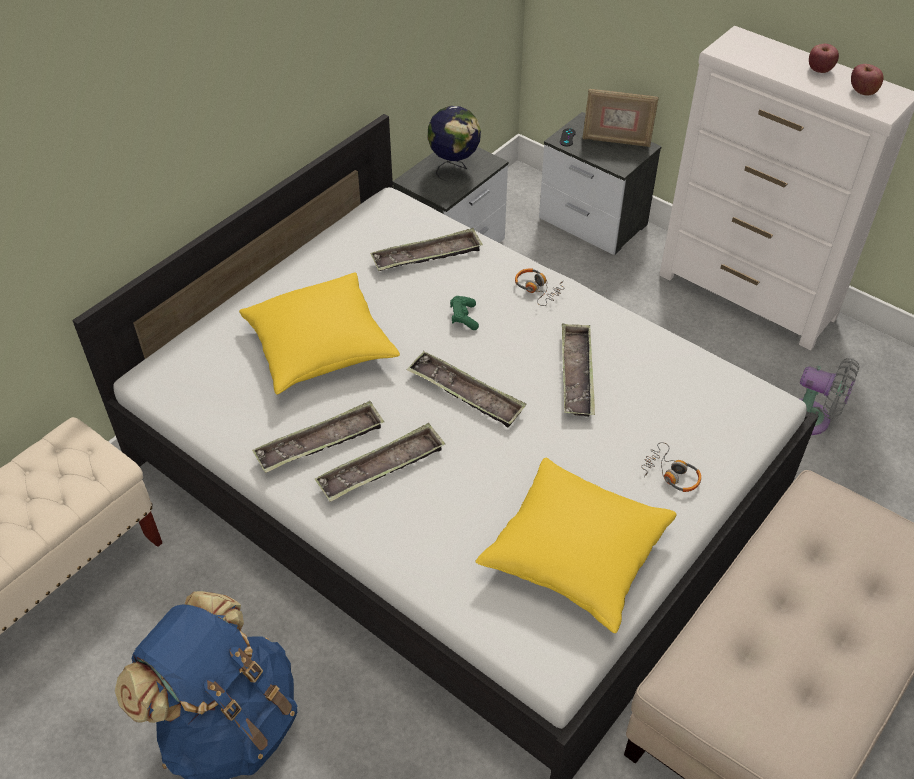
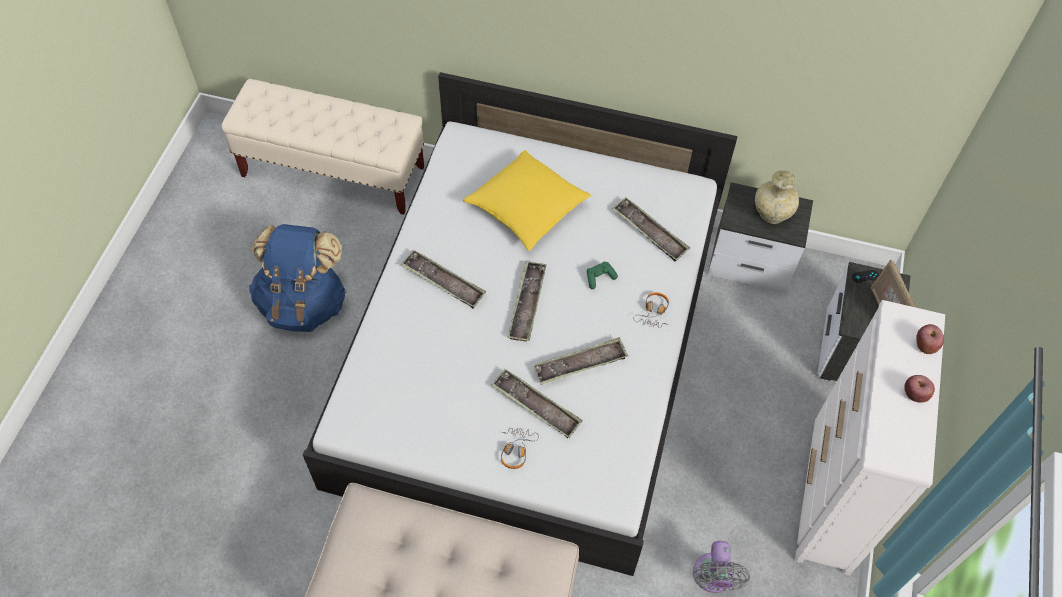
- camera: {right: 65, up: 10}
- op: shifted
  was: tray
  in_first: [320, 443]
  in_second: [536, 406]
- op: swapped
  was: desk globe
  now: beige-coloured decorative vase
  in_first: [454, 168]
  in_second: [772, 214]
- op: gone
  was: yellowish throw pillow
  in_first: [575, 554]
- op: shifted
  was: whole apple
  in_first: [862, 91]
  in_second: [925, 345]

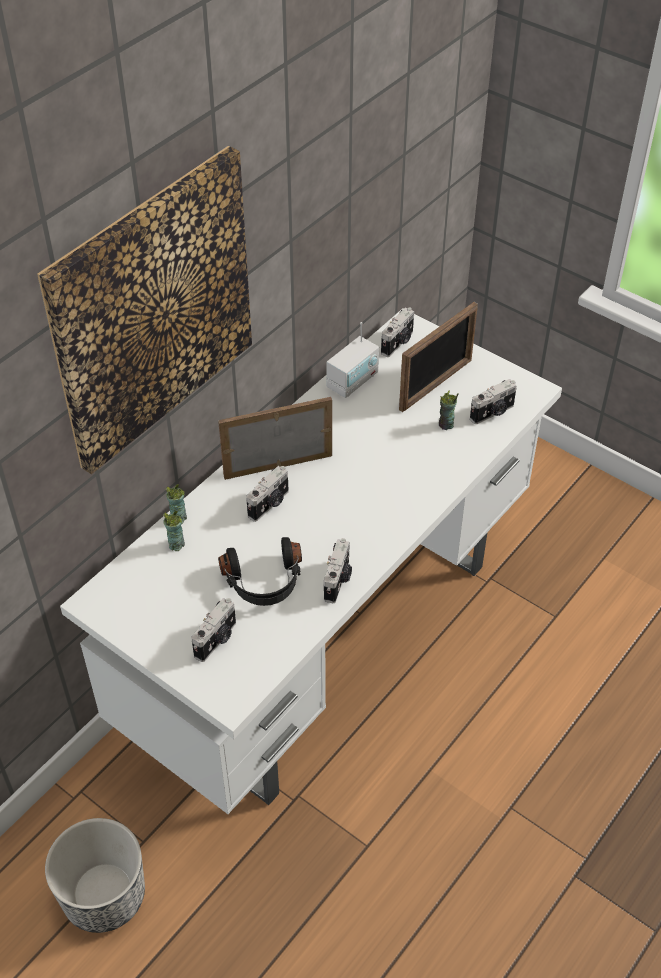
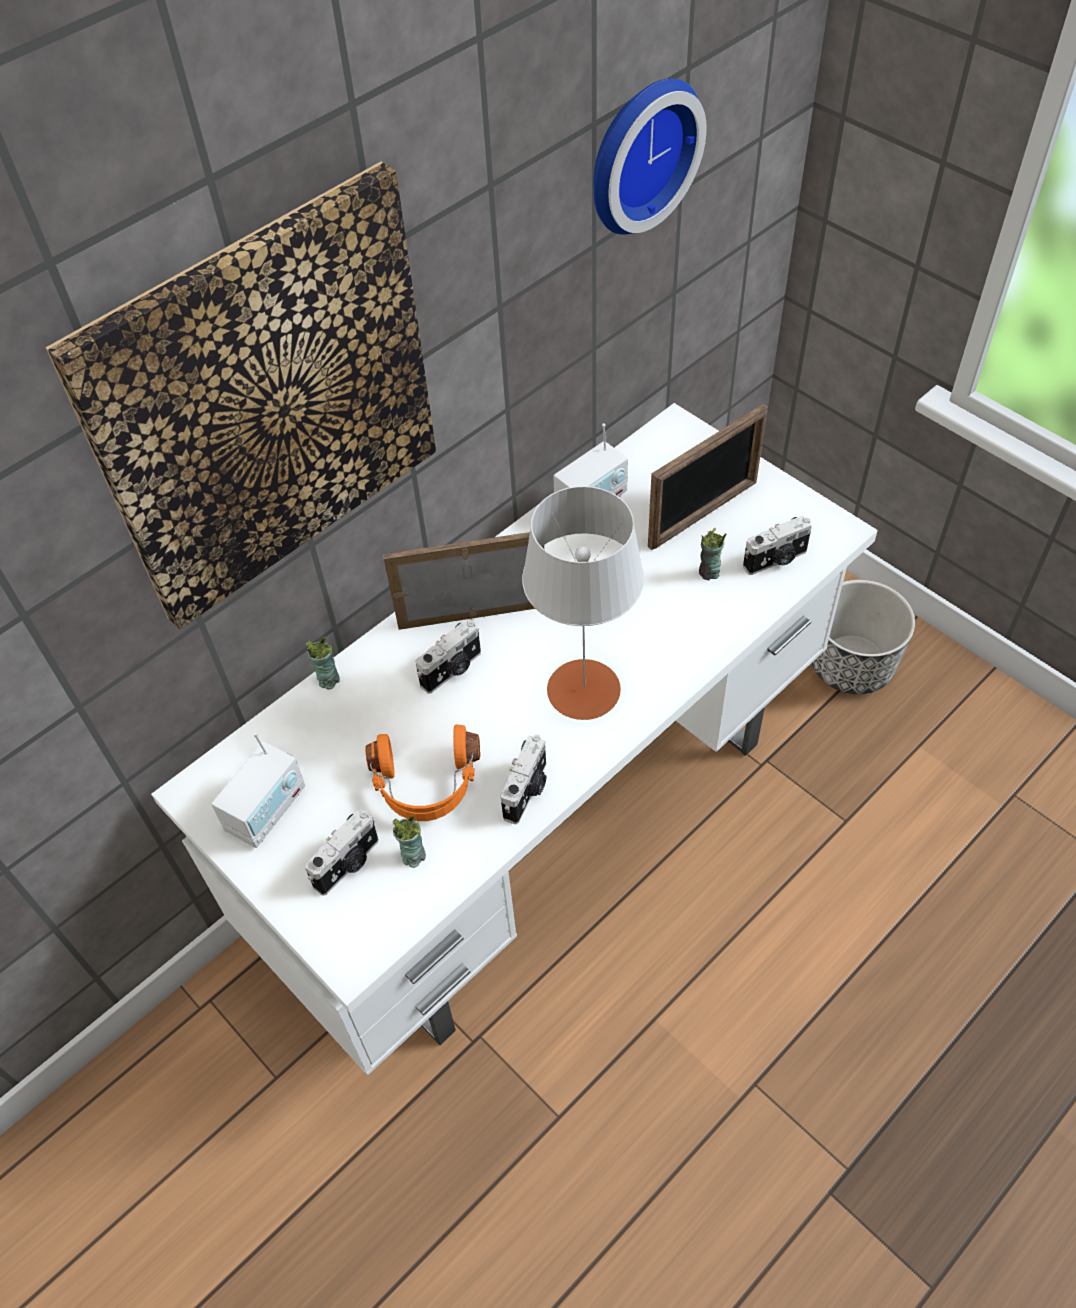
- camera: {right: 10, up: 5}
- op: shifted
  was: planter
  in_first: [103, 895]
  in_second: [850, 664]
- op: shifted
  was: cup
  in_first: [176, 544]
  in_second: [413, 855]
- op: repainted
  was: black headset
  now: orangey headset
  in_first: [264, 582]
  in_second: [426, 784]
- op: gone
  was: still camera
  in_first: [398, 343]
- op: new
  now: radio receiver
  in_second: [267, 810]
- op: new
  now: grey tabletop lamp
  in_second: [584, 689]
- op: new
  now: clock on the wall
  in_second: [638, 153]

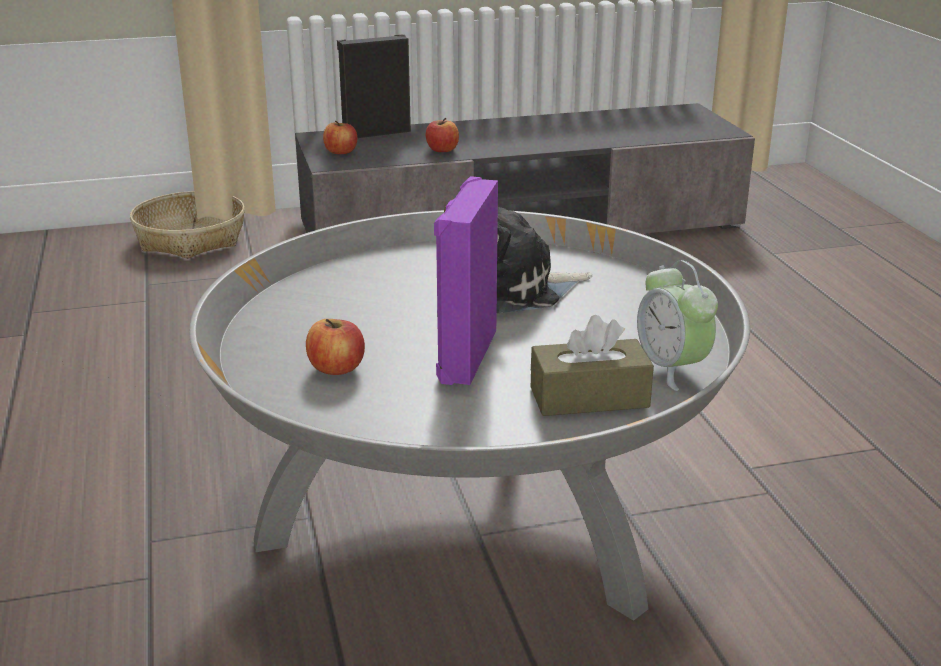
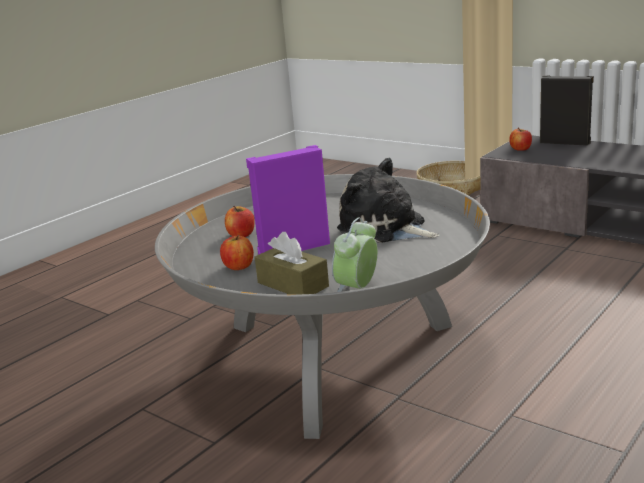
- camera: {right: 55, up: -5}
- op: shifted
  was: whole apple
  in_first: [442, 150]
  in_second: [238, 266]

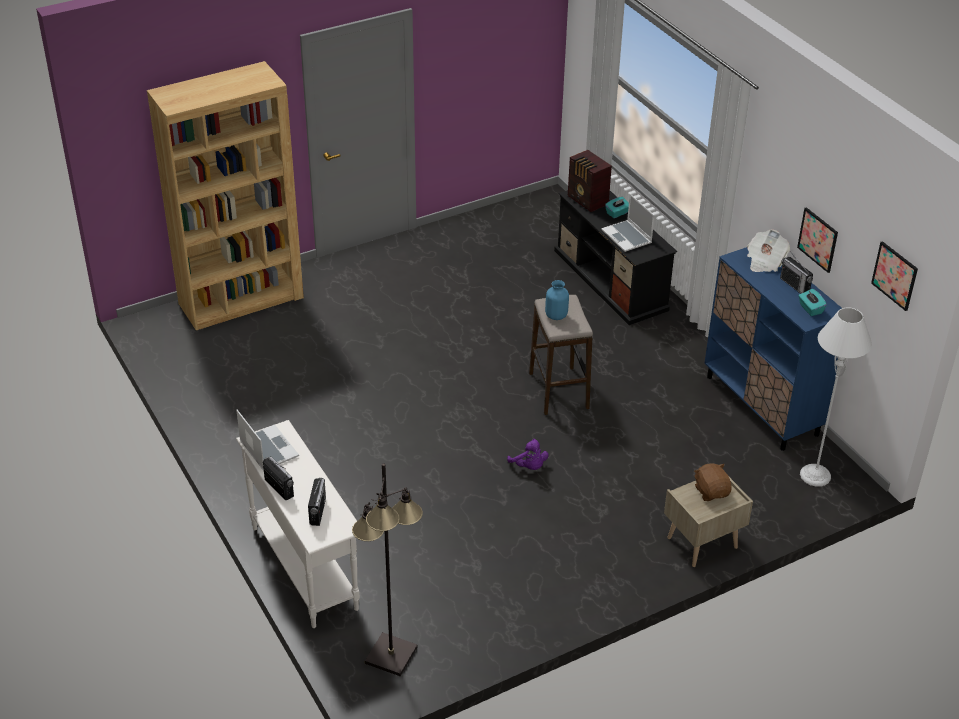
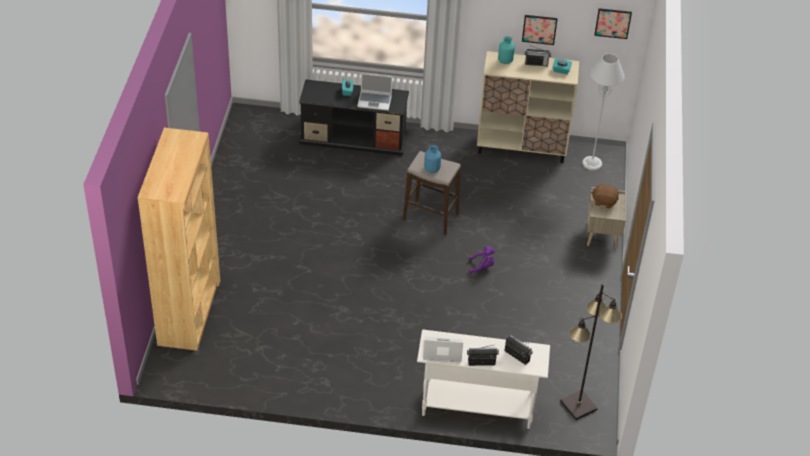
- camera: {right: -55, up: 5}
- op: gone
  was: radio receiver
  in_first: [587, 201]
- op: repainted
  was: blue-coloured cupboard
  now: beige-coloured cupboard
  in_first: [762, 406]
  in_second: [522, 148]
- op: swapped
  was: printed paper
  now: blue-green decorative vase
  in_first: [765, 261]
  in_second: [505, 61]

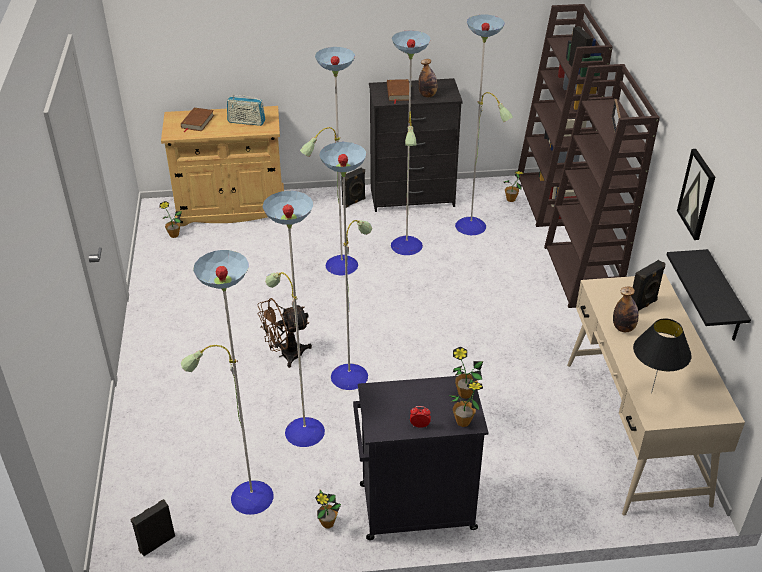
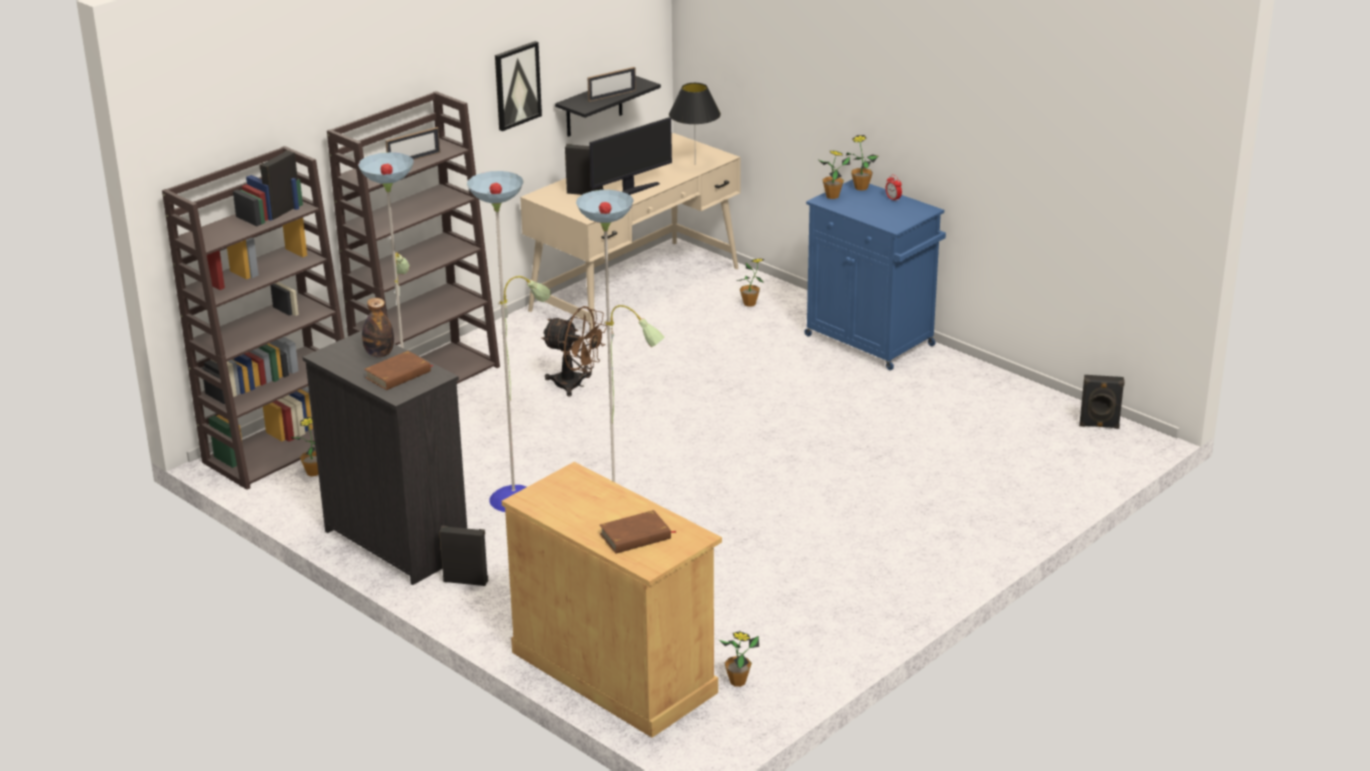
- camera: {right: -130, up: -10}
- op: gone
  was: floor lamp
  in_first: [302, 430]
- op: gone
  was: radio receiver
  in_first: [246, 122]
- op: shifted
  was: brownish electric fan
  in_first: [285, 355]
  in_second: [575, 385]
- op: shifted
  was: potted plant
  in_first: [327, 523]
  in_second: [749, 303]
- op: repainted
  was: black cupboard
  now: blue-coloured cupboard
  in_first: [414, 507]
  in_second: [871, 341]
- op: swapped
  was: drink bottle
  now: computer screen
  in_first: [623, 328]
  in_second: [630, 191]
- op: new
  now: photo frame
  in_second: [612, 95]

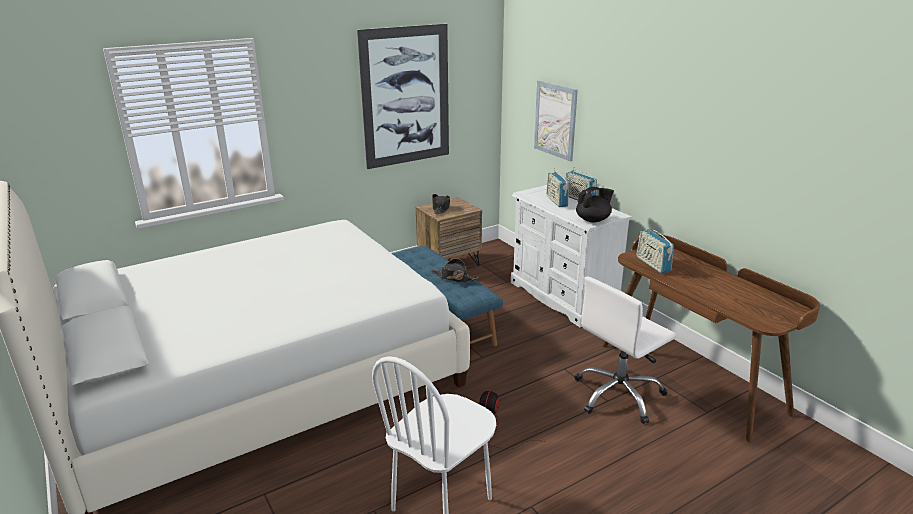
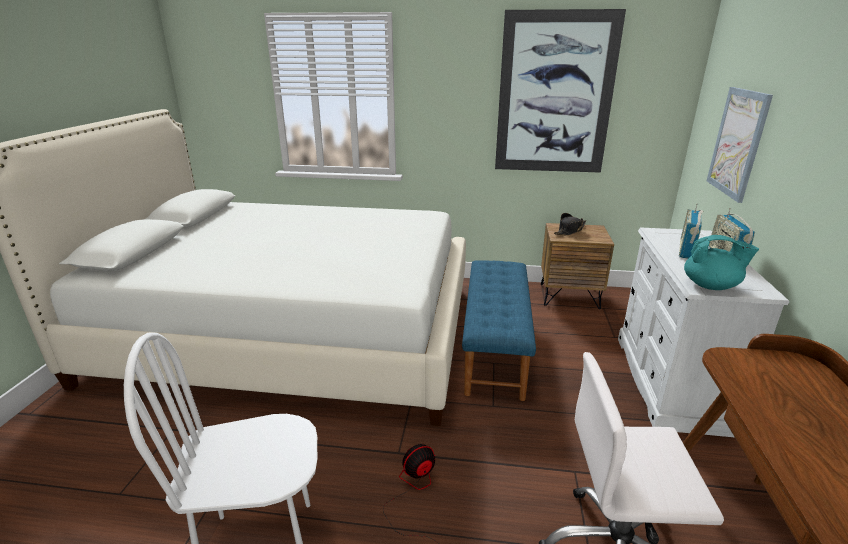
- camera: {right: 40, up: 0}
- op: gone
  was: black clothing hat
  in_first: [454, 277]
- op: repainted
  was: black tea pot
  now: blue-green tea pot
  in_first: [593, 220]
  in_second: [711, 286]
- op: gone
  was: radio receiver
  in_first: [652, 264]

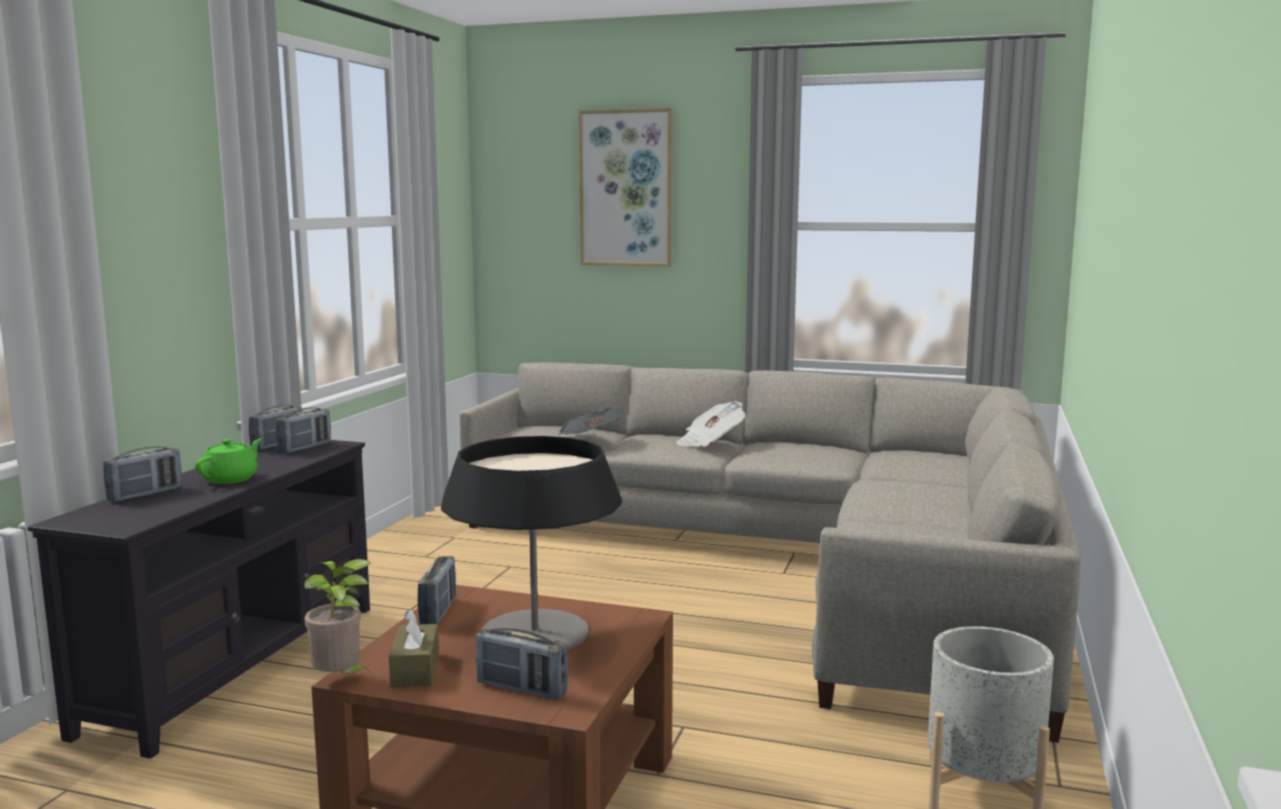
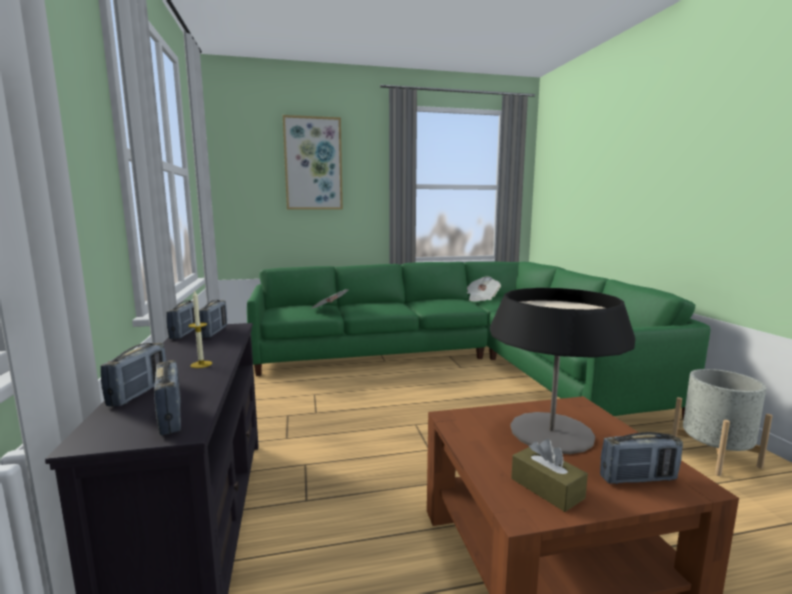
- camera: {right: -30, up: 0}
- op: swapped
  was: greenish tea pot
  now: wax candle
  in_first: [231, 479]
  in_second: [201, 364]
- op: gone
  was: potted plant
  in_first: [341, 680]
- op: shifted
  was: radio receiver
  in_first: [438, 612]
  in_second: [170, 417]
- op: repainted
  was: grey couch
  now: greenish couch
  in_first: [794, 561]
  in_second: [456, 360]
- op: shifted
  was: printed paper
  in_first: [710, 443]
  in_second: [481, 298]

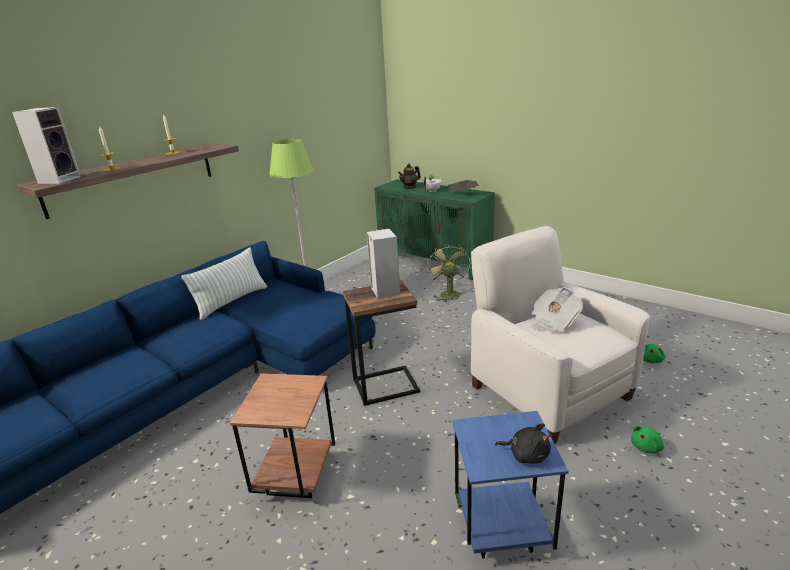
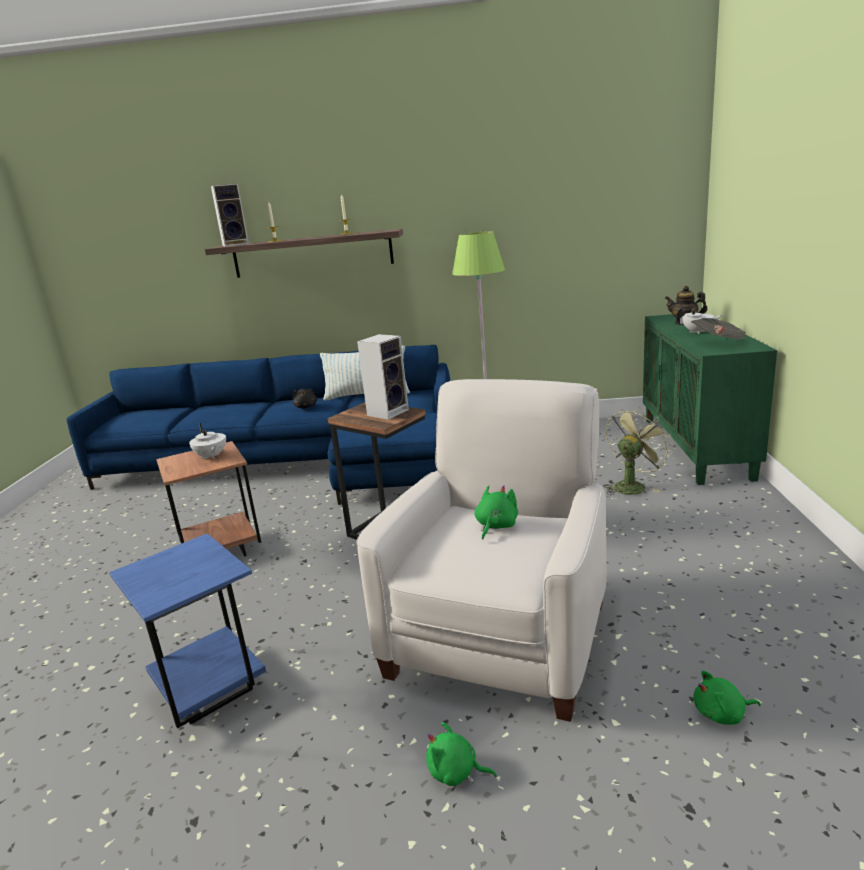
- camera: {right: 55, up: -5}
- op: shifted
  was: black soft toy
  in_first: [526, 454]
  in_second: [306, 407]
- op: swapped
  was: printed paper
  now: greenish soft toy
  in_first: [553, 322]
  in_second: [495, 526]
- op: new
  now: white-coloured tea pot
  in_second: [211, 456]

